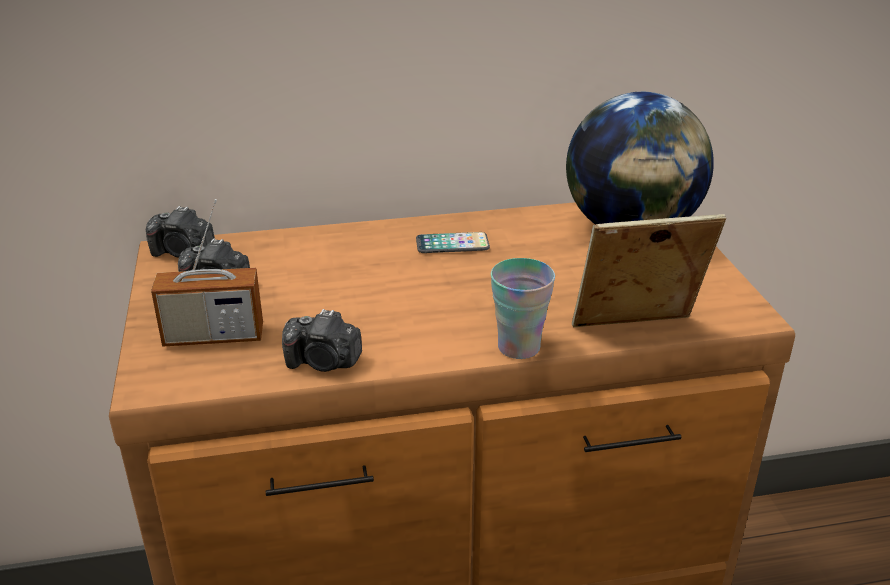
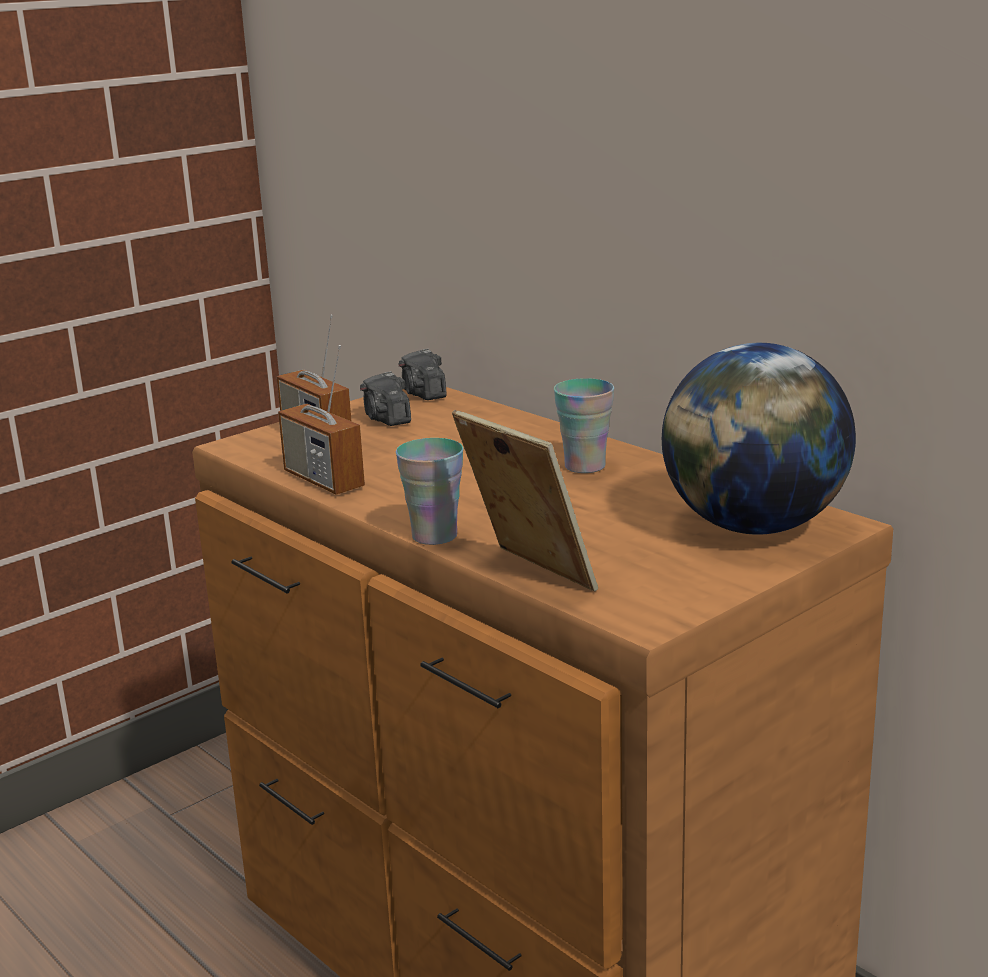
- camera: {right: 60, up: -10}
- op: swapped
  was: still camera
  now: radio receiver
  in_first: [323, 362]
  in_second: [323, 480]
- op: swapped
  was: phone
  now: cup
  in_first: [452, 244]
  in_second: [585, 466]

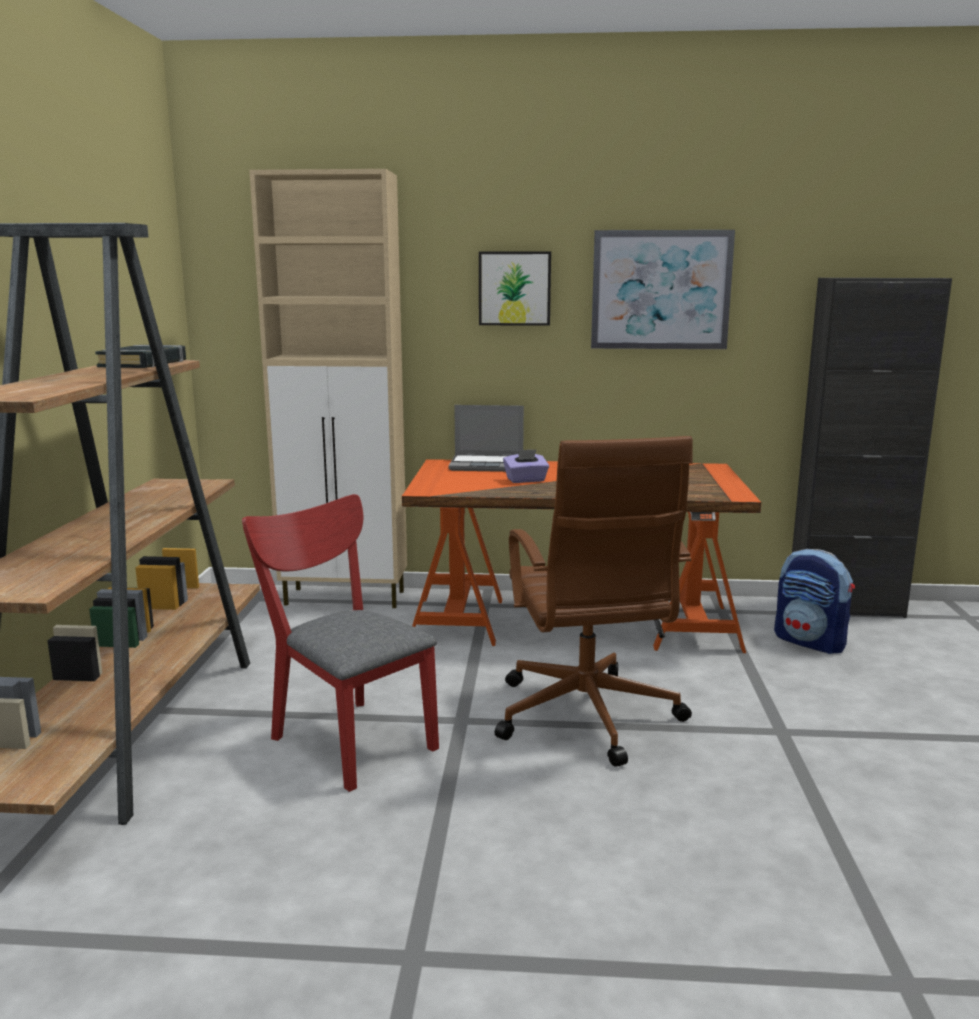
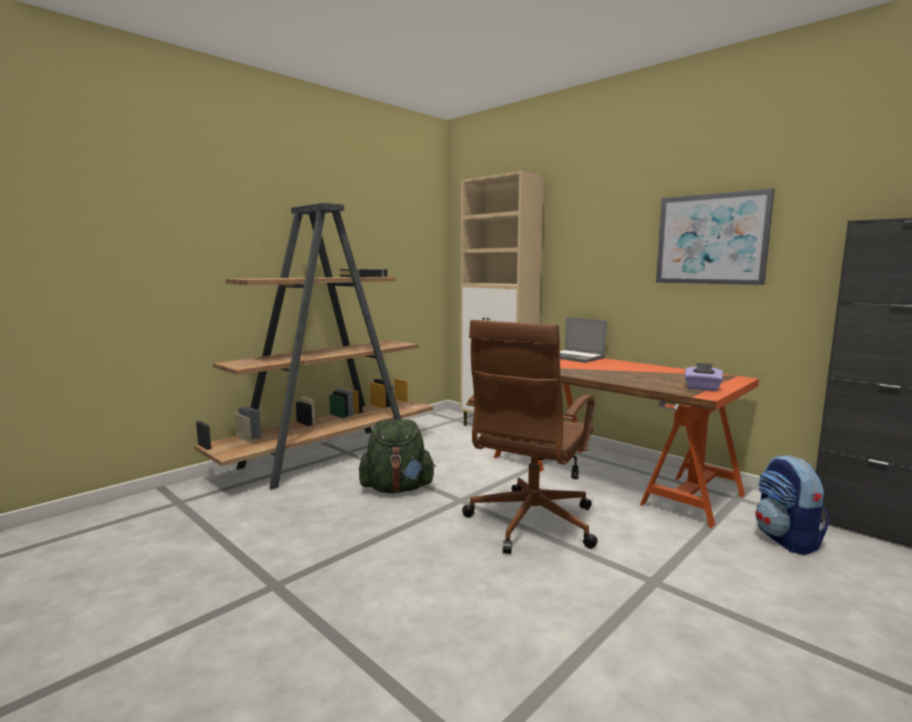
- camera: {right: 40, up: -5}
- op: swapped
  was: reddish plain chair
  now: greenish backpack
  in_first: [347, 738]
  in_second: [397, 489]
- op: gone
  was: wall art
  in_first: [514, 288]
- op: shifted
  was: purplish tissue box
  in_first: [526, 480]
  in_second: [702, 388]

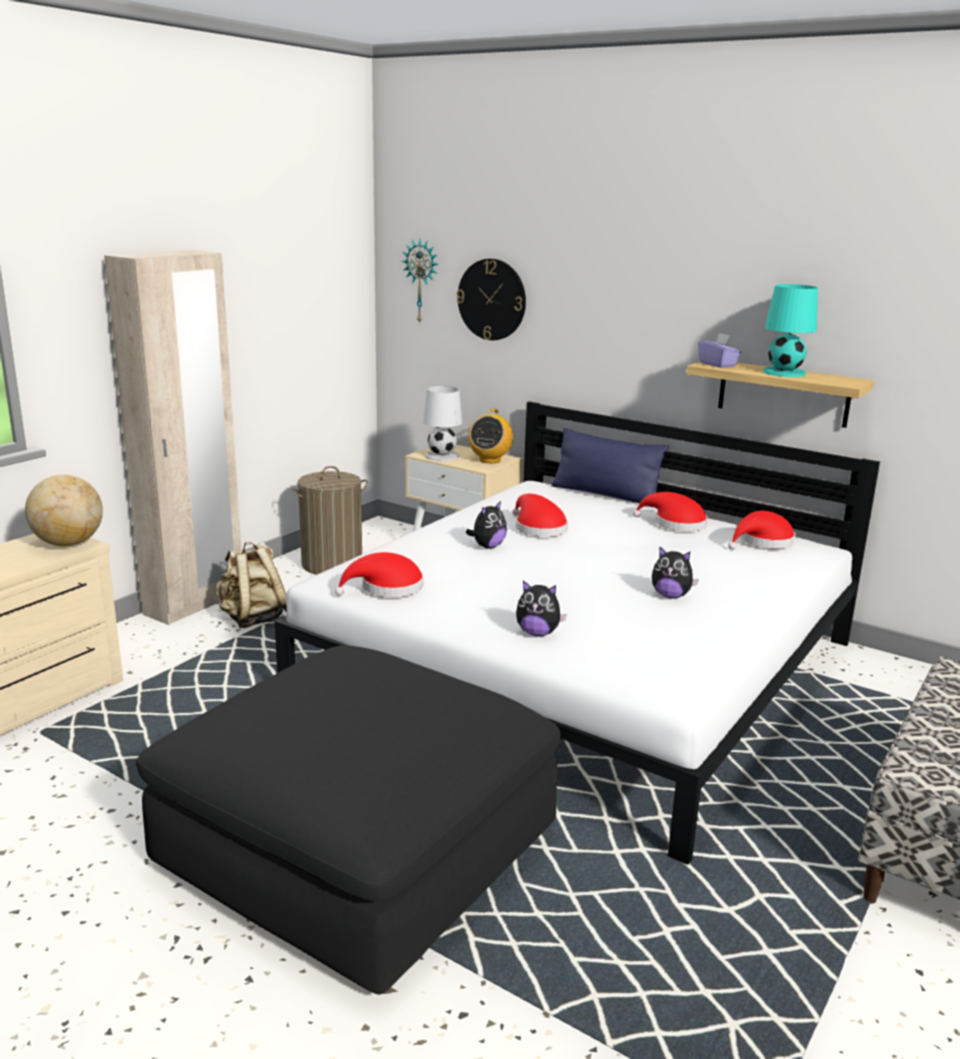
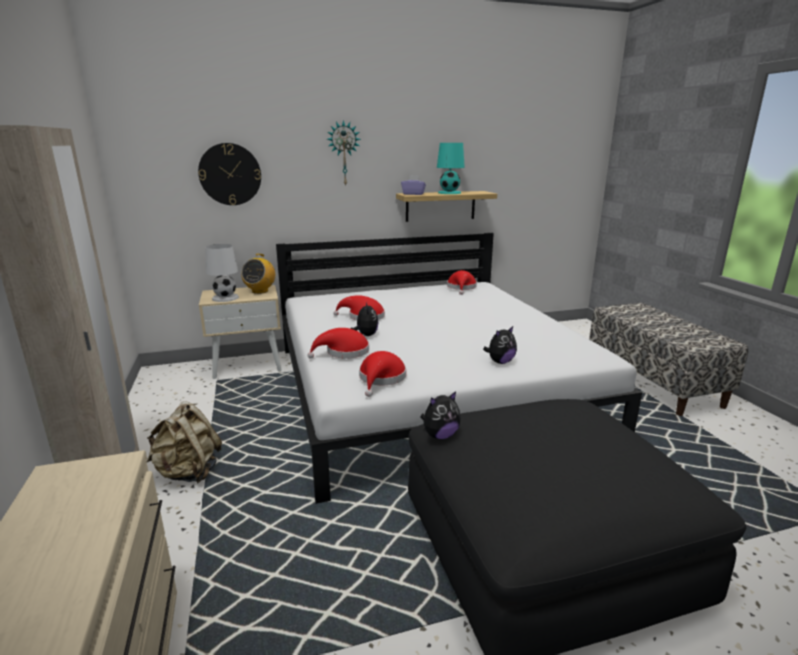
- camera: {right: -50, up: 0}
- op: gone
  was: desk globe
  in_first: [69, 543]
- op: gone
  was: laundry basket
  in_first: [331, 564]
- op: shifted
  was: clock on the wall
  in_first: [421, 281]
  in_second: [343, 153]
- op: rotated
  was: radio receiver
  in_first: [490, 460]
  in_second: [260, 291]
  clockwise: 45
- op: gone
  was: blue-coloured throw pillow
  in_first: [605, 495]
- op: shifted
  was: reddish clothing hat
  in_first: [675, 524]
  in_second: [344, 352]
- op: shifted
  was: soft toy
  in_first: [671, 596]
  in_second: [440, 435]

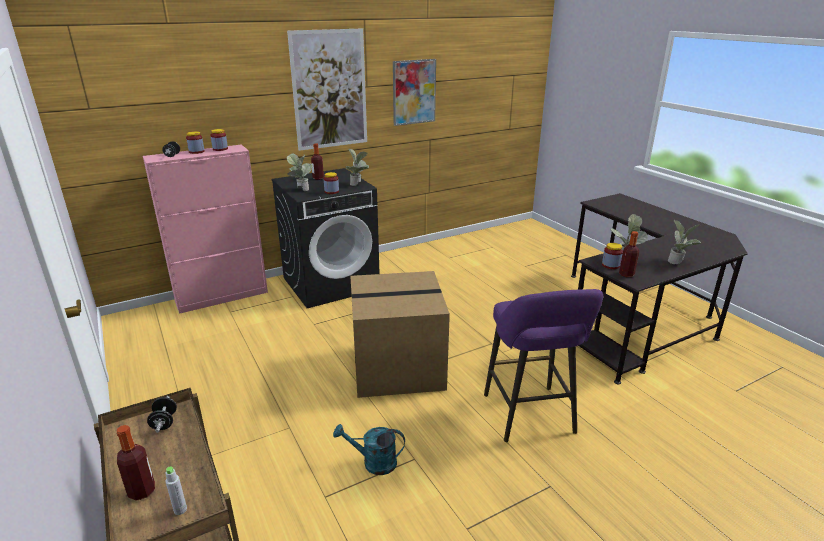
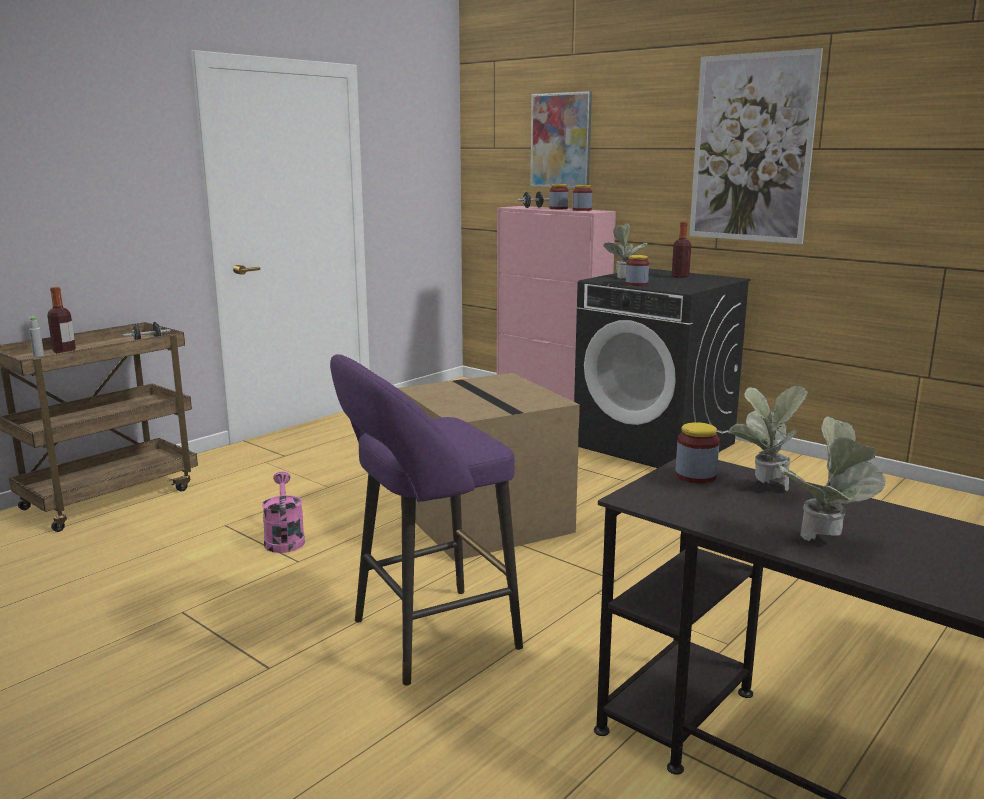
- camera: {right: 70, up: -10}
- op: repainted
  was: blue-green watering pot
  now: pink-coloured watering pot
  in_first: [373, 462]
  in_second: [284, 539]
- op: gone
  was: potted plant
  in_first: [358, 184]
- op: shifted
  was: wall art
  in_first: [414, 92]
  in_second: [561, 140]
- op: gone
  was: drink bottle
  in_first: [626, 274]

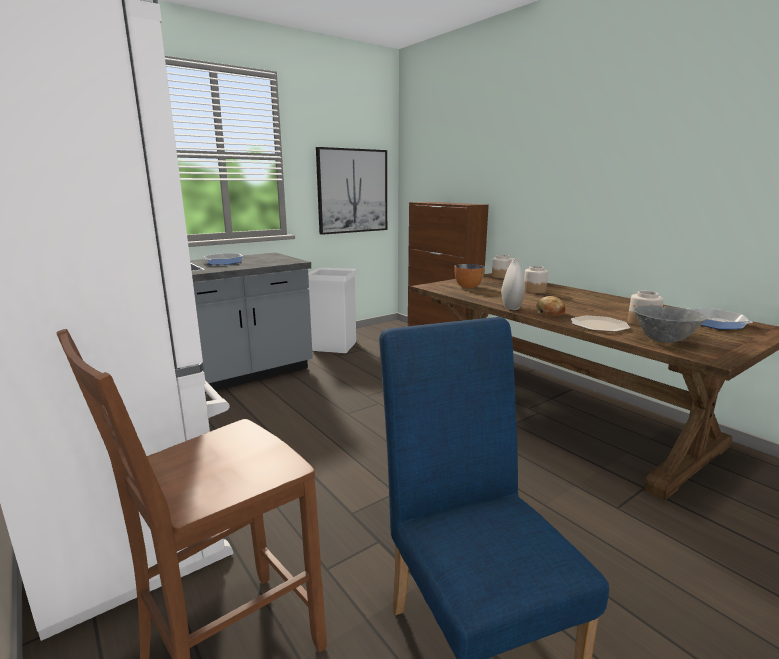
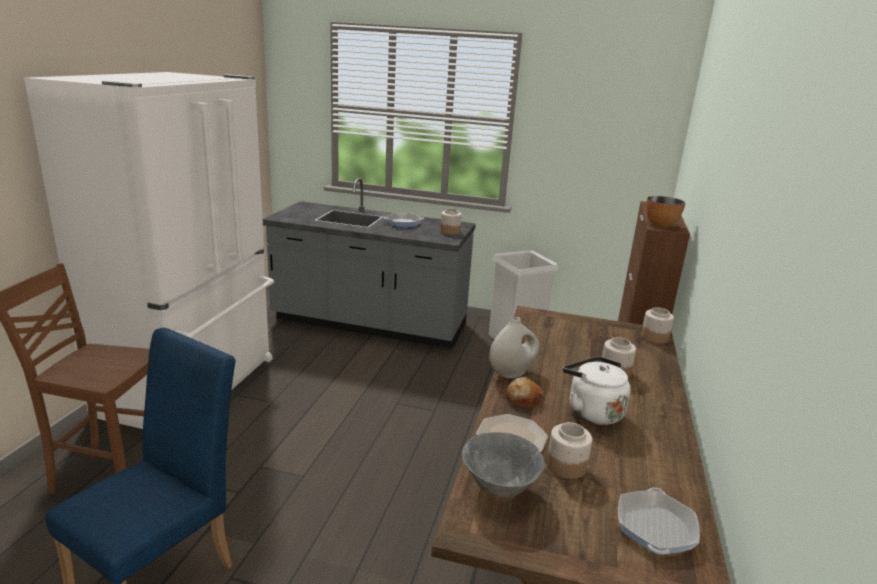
- camera: {right: 50, up: 5}
- op: gone
  was: wall art
  in_first: [352, 191]
- op: shifted
  was: bowl
  in_first: [468, 287]
  in_second: [660, 225]
- op: new
  now: jar
  in_second: [450, 231]
- op: new
  now: white-coloured tea kettle
  in_second: [591, 411]

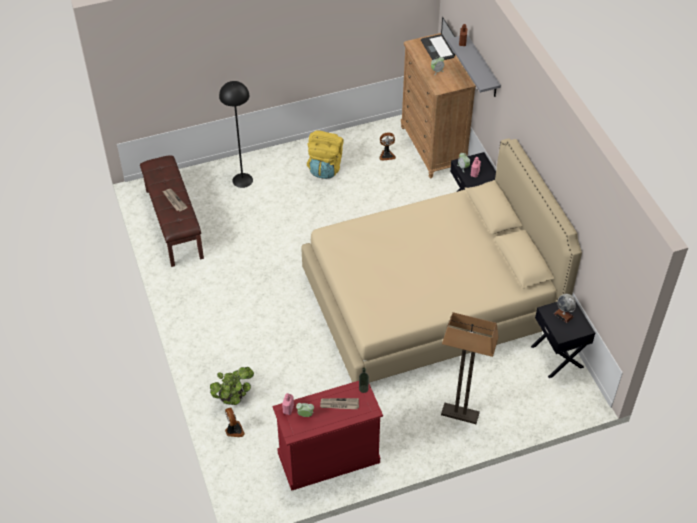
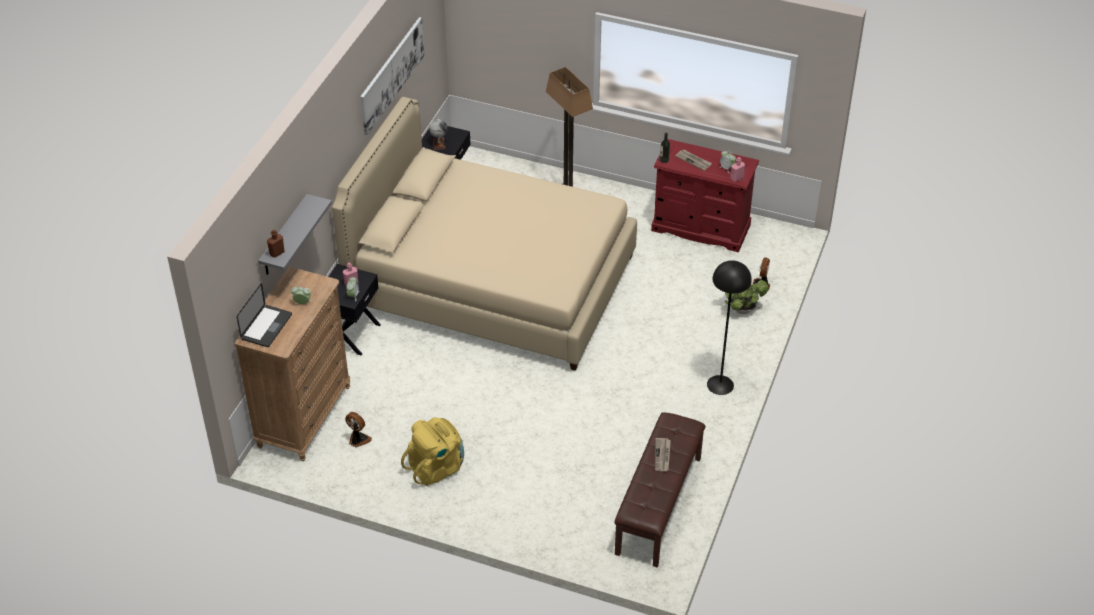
- camera: {right: -140, up: -5}
- op: shifted
  was: black floor lamp
  in_first: [242, 180]
  in_second: [720, 385]
- op: new
  now: wall art
  in_second: [392, 74]

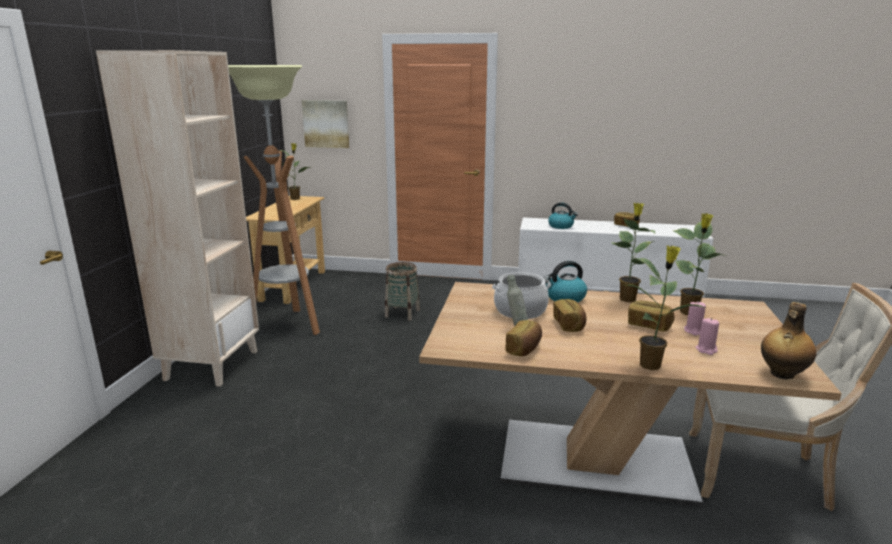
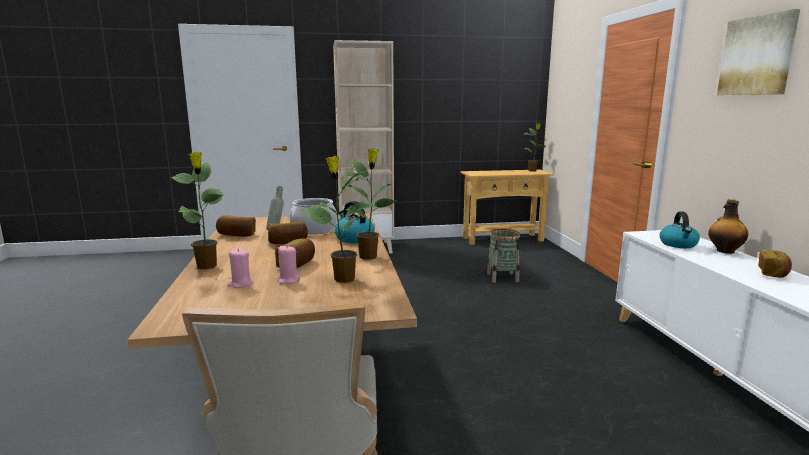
- camera: {right: 70, up: -5}
- op: gone
  was: floor lamp
  in_first: [288, 325]
- op: shifted
  was: wall art
  in_first: [326, 123]
  in_second: [757, 56]
- op: shifted
  was: drink bottle
  in_first: [782, 374]
  in_second: [724, 251]

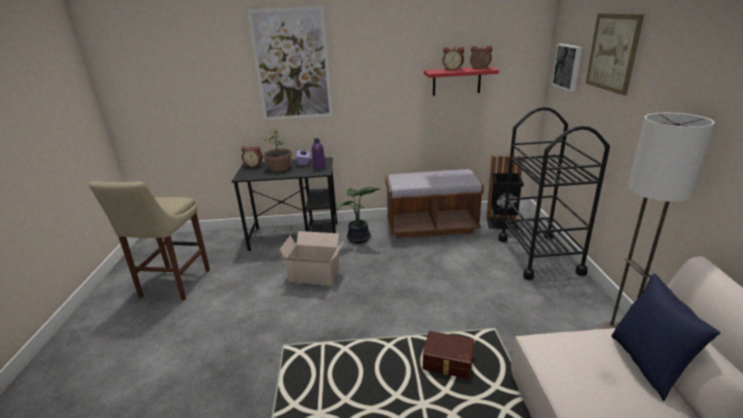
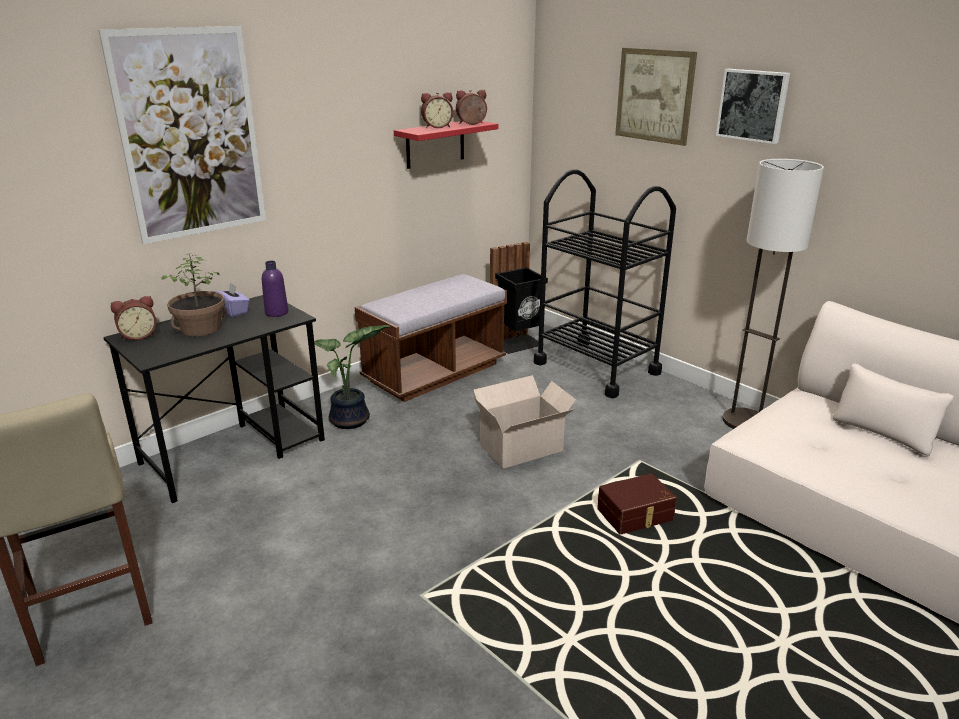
- camera: {right: -40, up: 0}
- op: shifted
  was: cardboard box
  in_first: [316, 275]
  in_second: [523, 448]
- op: shifted
  was: wall art
  in_first: [568, 66]
  in_second: [753, 105]
- op: gone
  was: blue-coloured throw pillow
  in_first: [647, 364]

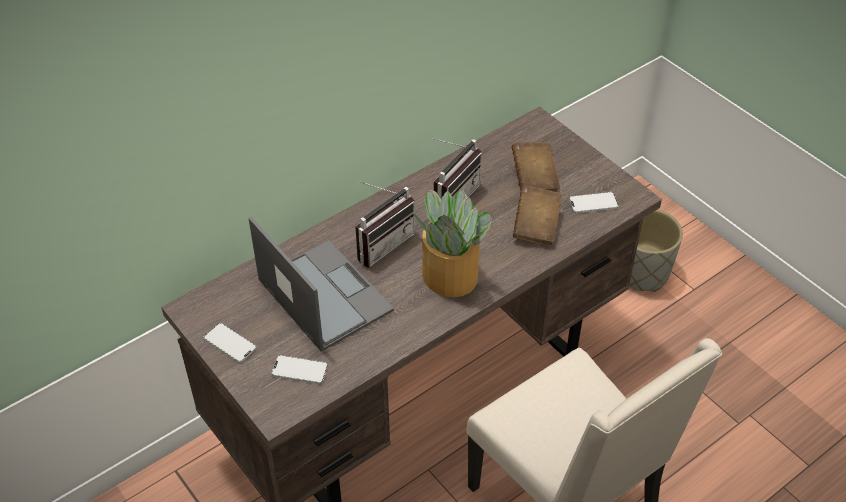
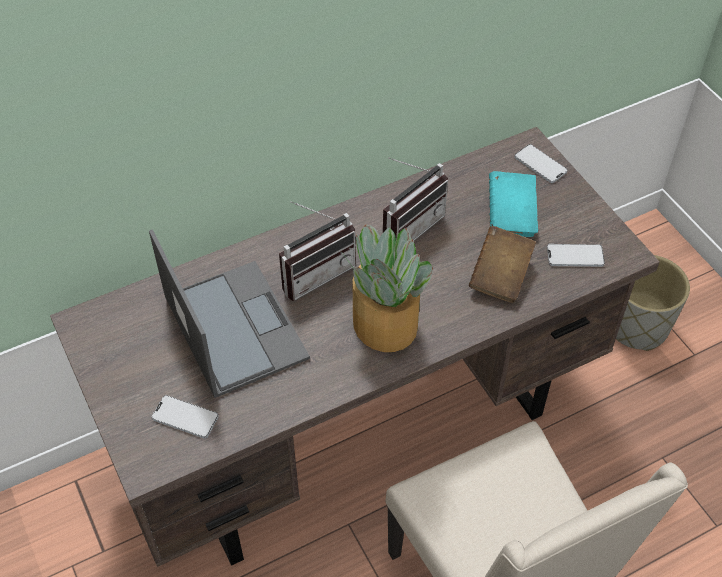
- camera: {right: 10, up: 5}
- op: shifted
  was: phone
  in_first: [230, 343]
  in_second: [540, 164]
- op: repainted
  was: brownish volume
  now: blue-green volume
  in_first: [534, 179]
  in_second: [511, 216]

